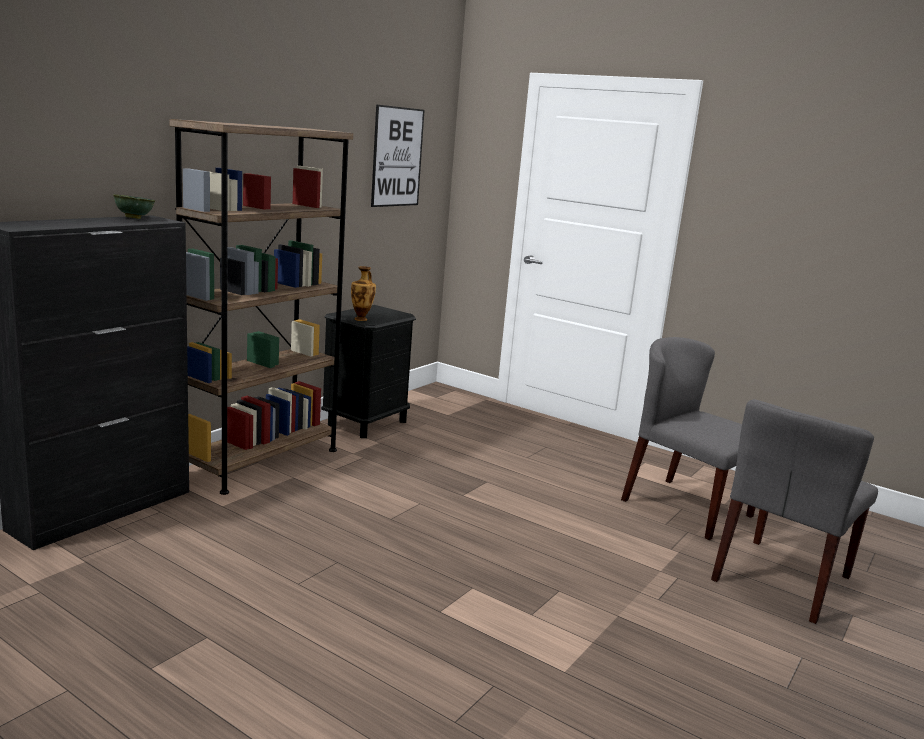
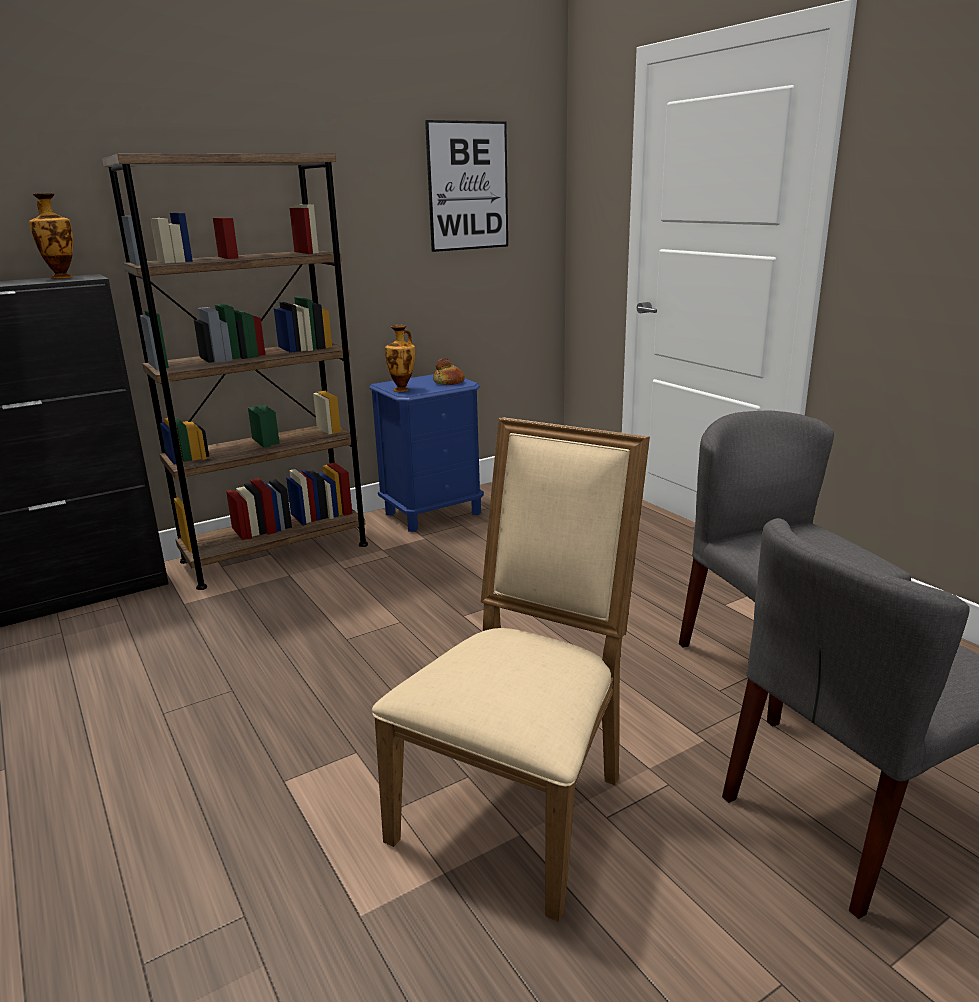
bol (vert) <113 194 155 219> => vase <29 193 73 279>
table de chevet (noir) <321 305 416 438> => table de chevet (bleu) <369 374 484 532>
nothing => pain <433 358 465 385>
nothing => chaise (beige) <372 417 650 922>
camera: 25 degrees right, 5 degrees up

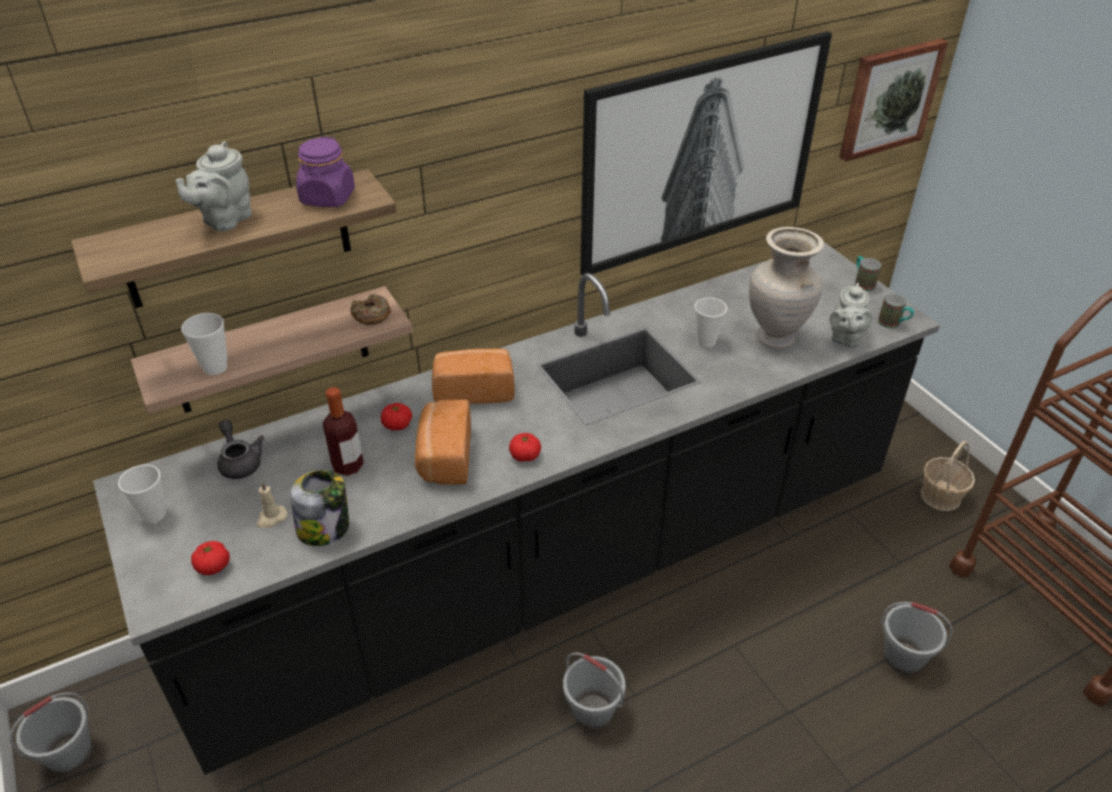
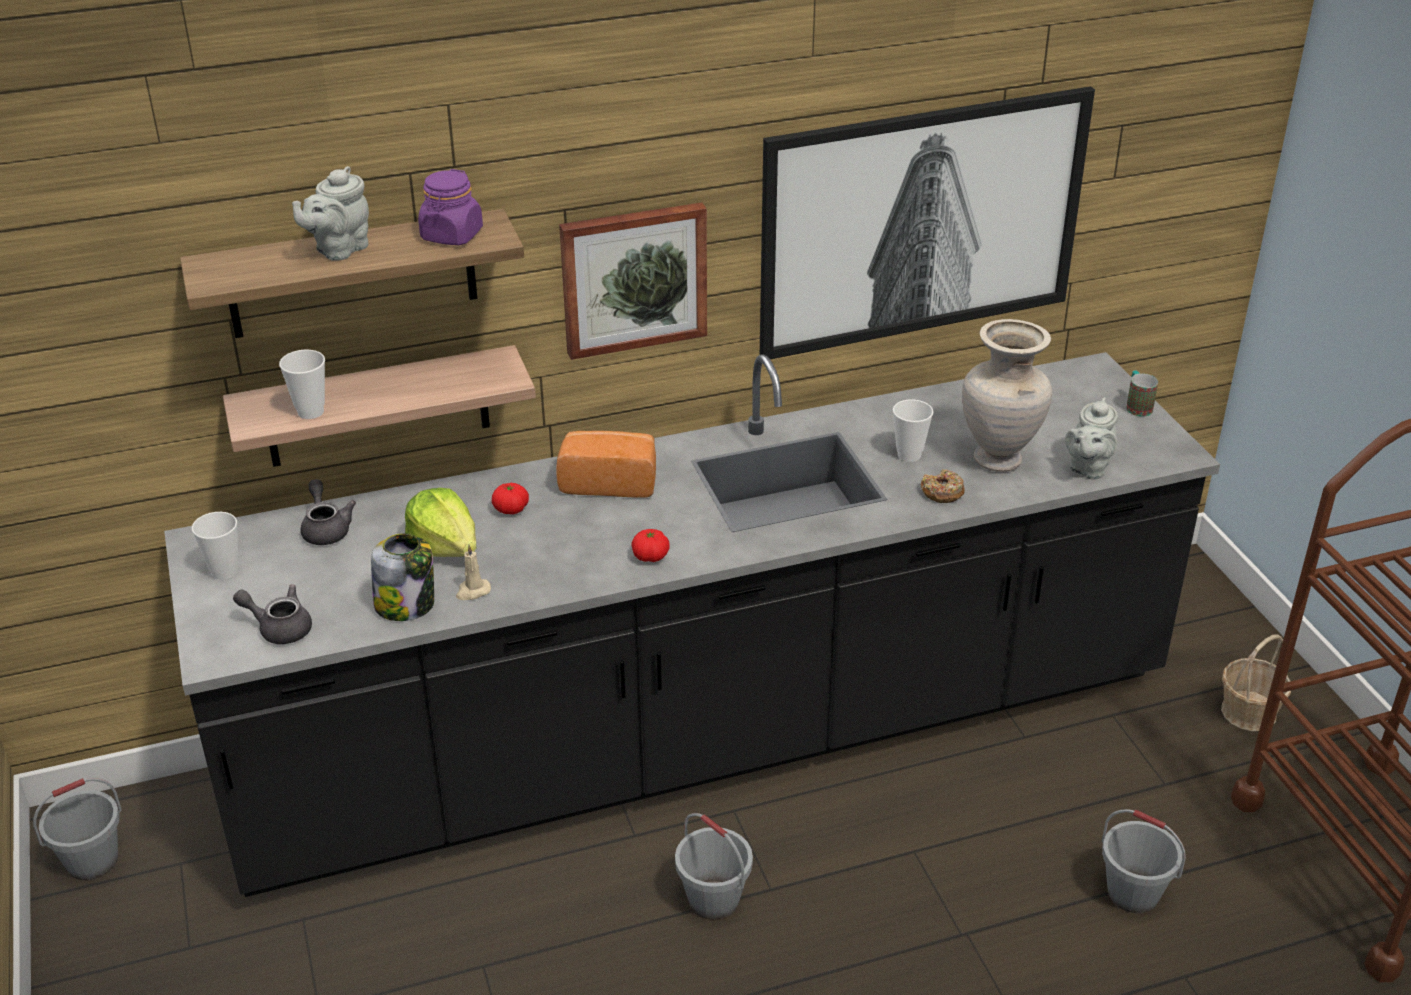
tableau <839 38 948 161> => tableau <559 202 707 360>, move
mug <878 293 914 328> => nothing
beignet <350 294 391 325> => beignet <921 469 965 503>, move
bouteille <323 387 364 476> => laitue <405 488 476 557>
pain <415 400 471 485> => nothing
bougie (beige) <256 482 287 528> => bougie (beige) <456 544 491 600>, move
tomate <191 541 230 575> => théière (gris) <233 584 312 644>
camera: 10 degrees right, 5 degrees down

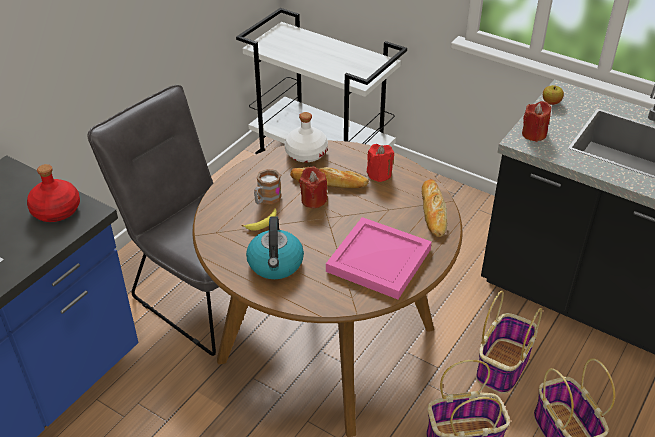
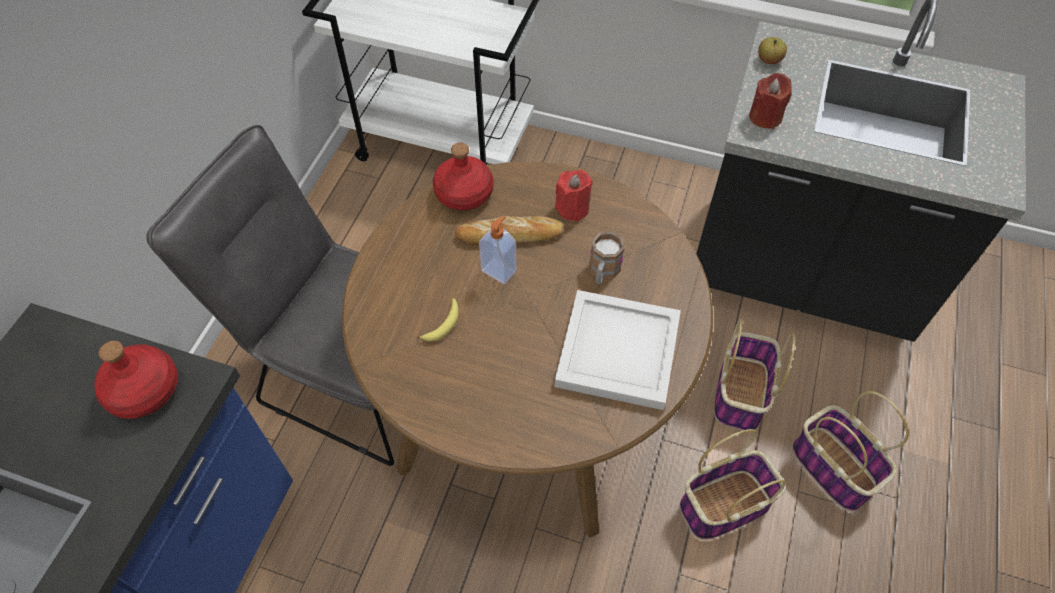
bouteille (blanc) <284 112 328 162> => bouteille (rouge) <433 143 493 211>
bougie (rouge) <299 166 327 208> => distributeur de savon <479 216 517 284>
mug <254 169 282 205> => mug <589 231 625 285>, move
pain <422 179 447 237> => nothing
bouilloire <246 216 304 279> => nothing
plateau (rose) <326 217 432 299> => plateau (blanc) <554 290 681 410>
camera: 15 degrees left, 15 degrees up

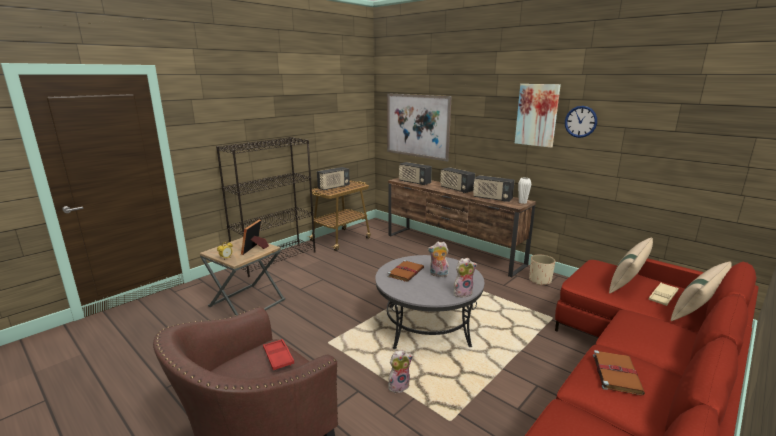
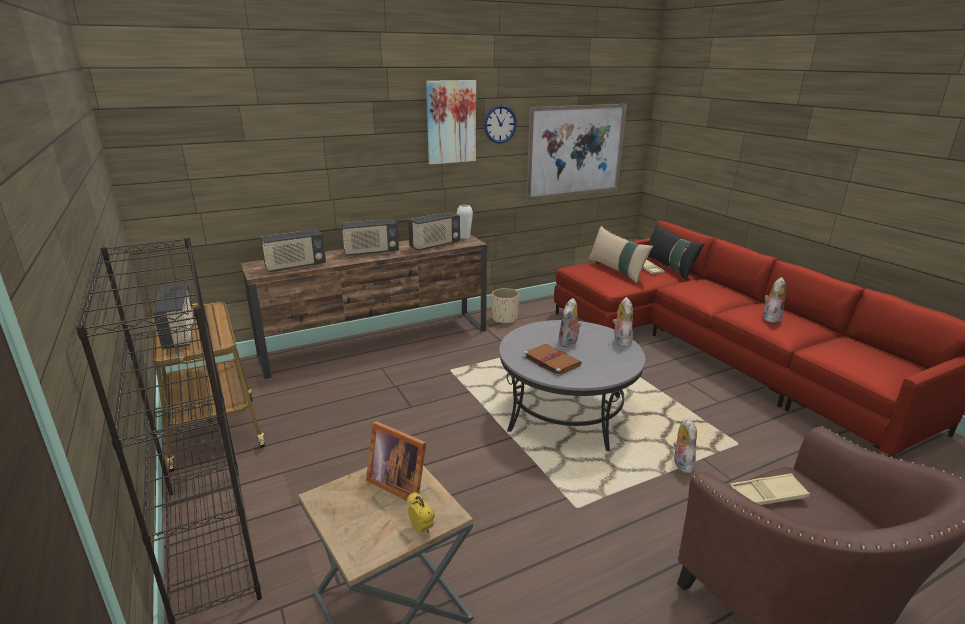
tableau <387 93 452 162> => tableau <526 104 627 200>, move
coussin (beige) <671 262 732 321> => coussin (noir) <648 223 704 280>
plateau (rouge) <263 339 294 370> => plateau (beige) <730 473 810 505>
livre (marron) <593 350 645 395> => peluche <764 277 786 322>
camera: 70 degrees left, 5 degrees up

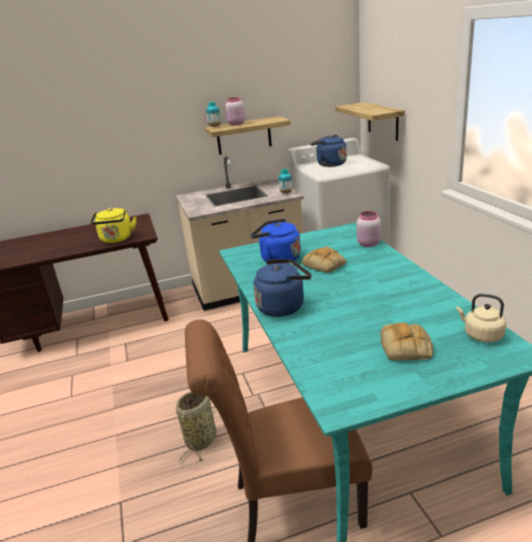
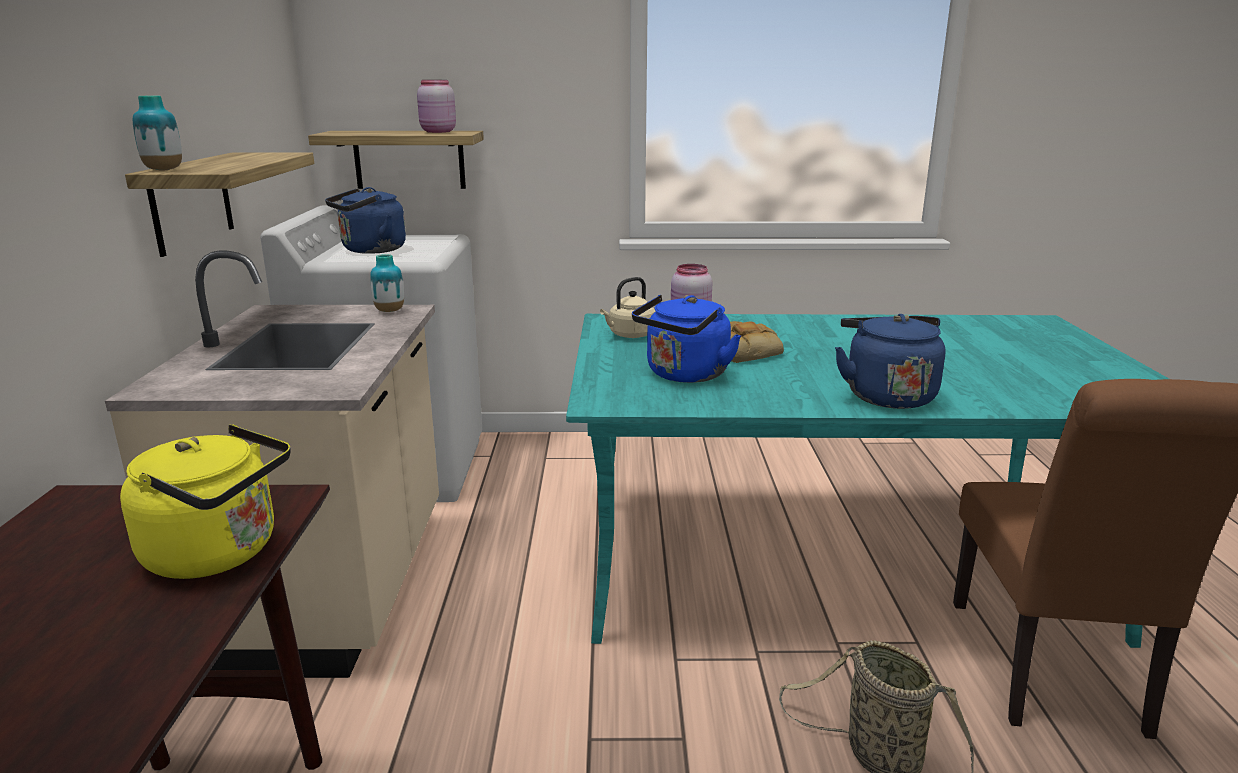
bocal (rose) <225 97 245 125> => bocal (rose) <417 80 456 133>, move
bouilloire (beige) <456 294 506 342> => bouilloire (beige) <600 277 656 338>, move
pain <380 323 433 361> => nothing
camera: 75 degrees left, 5 degrees down

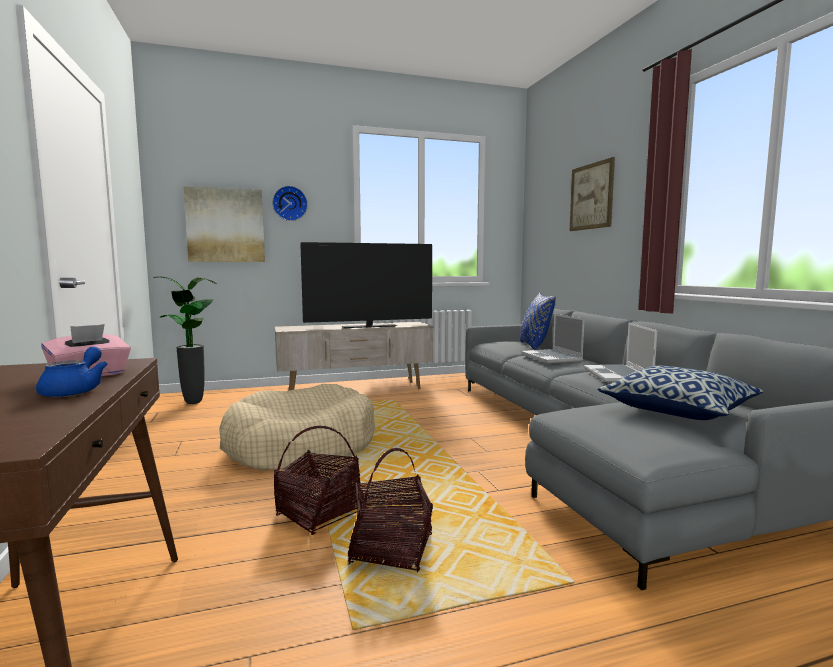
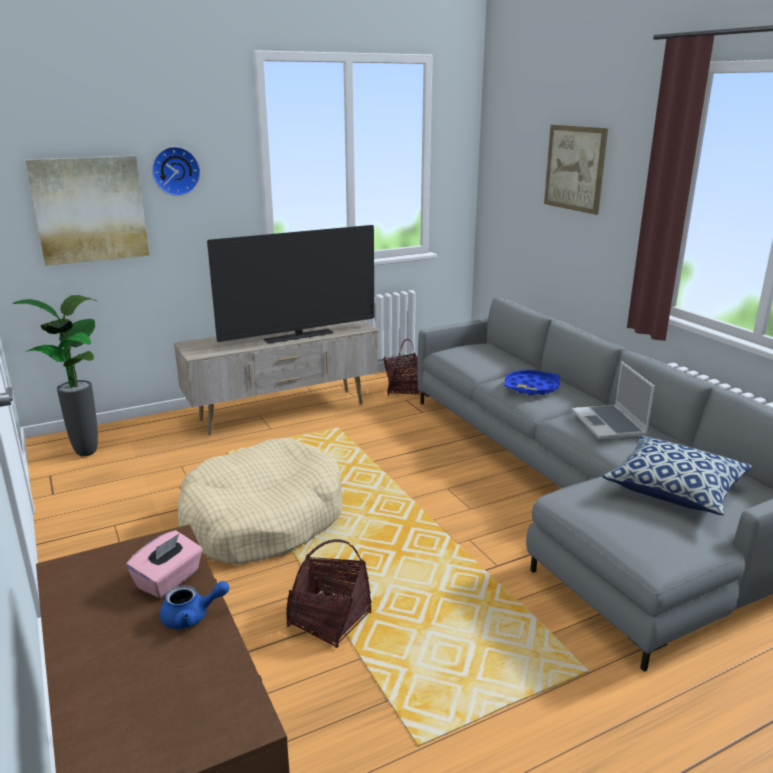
coussin (bleu) <520 292 556 350> => nothing
ordinateur portable <521 314 584 363> => plateau (bleu) <504 370 560 396>
théière (bleu) <36 347 108 397> => théière (bleu) <160 581 229 629>, 90 degrees clockwise
panier <348 448 433 572> => panier <383 339 421 396>, move
camera: 10 degrees left, 15 degrees up

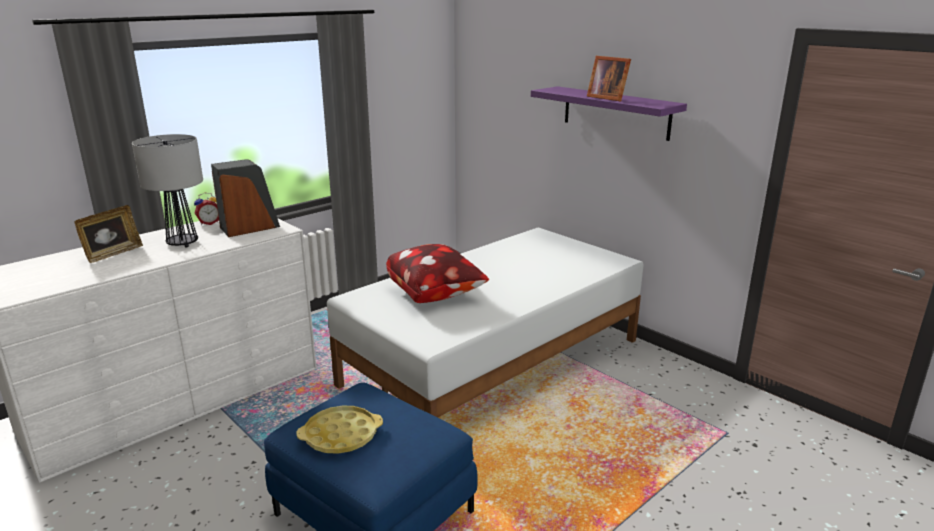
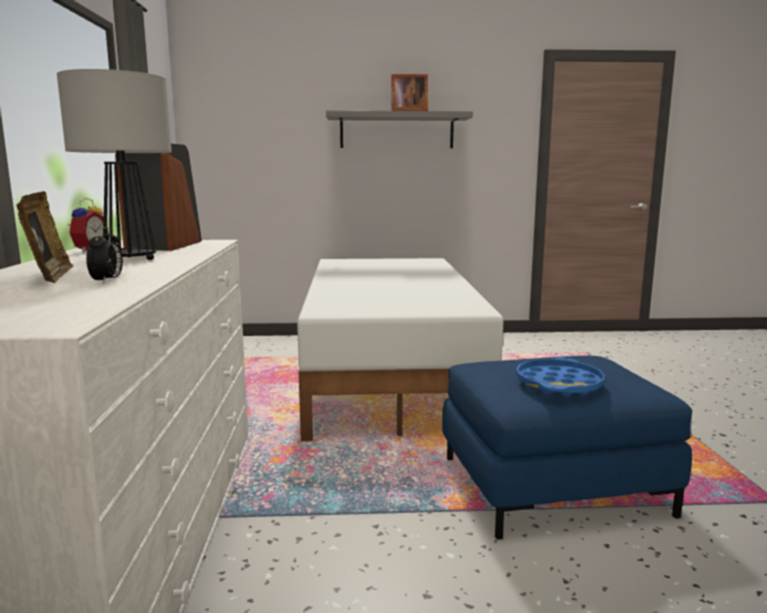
étagère (violet) <531 86 687 141> => étagère (gris) <326 110 473 148>
coussin <386 244 489 303> => nothing
plateau (jaune) <296 406 383 454> => plateau (bleu) <516 357 605 396>
nothing => réveil <86 227 123 284>
camera: 50 degrees left, 10 degrees down

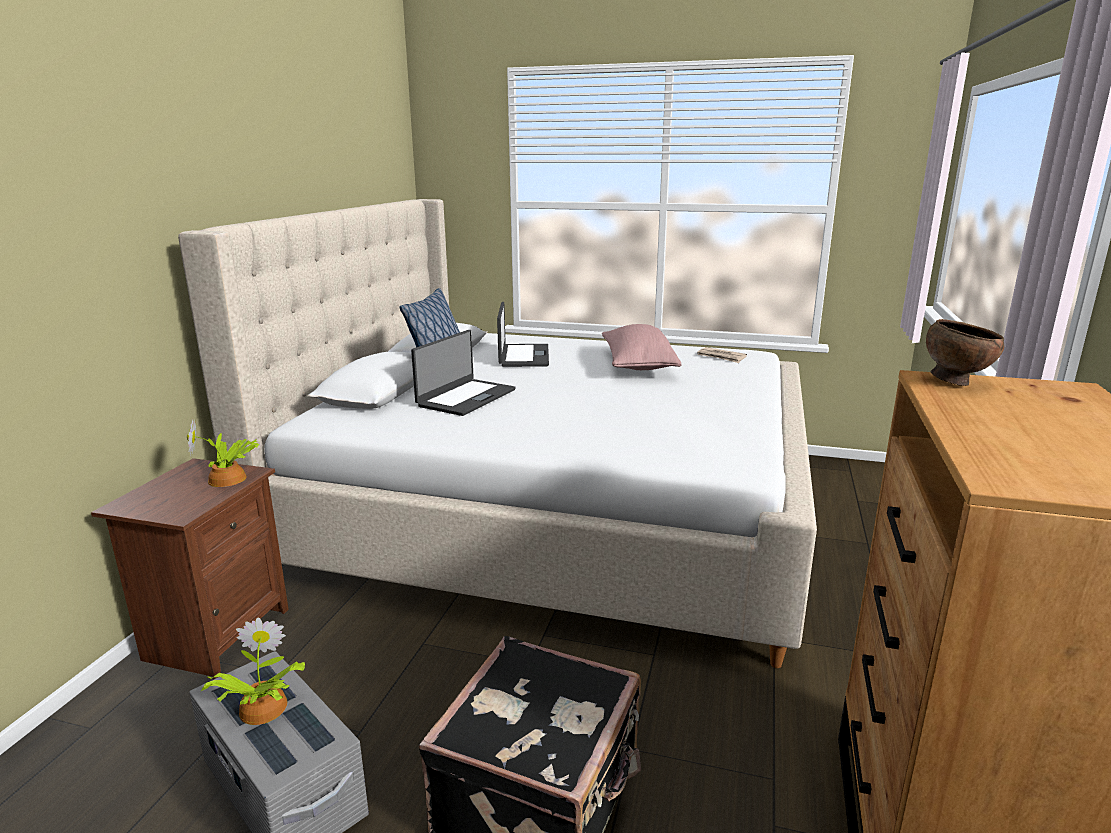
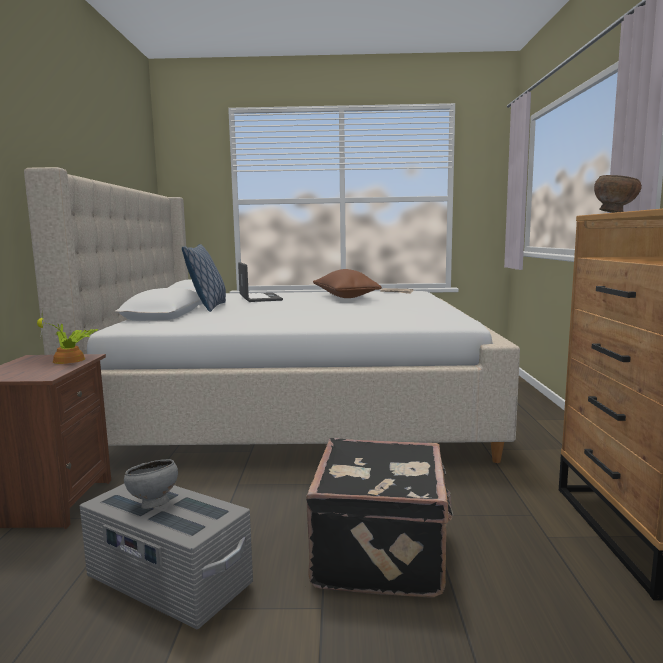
coussin (rose) <602 324 682 370> => coussin (marron) <313 269 382 298>
ordinateur portable <411 330 516 416> => nothing
plante en pot <201 617 305 725> => bol (gris) <124 459 178 509>
camera: 15 degrees left, 10 degrees down

